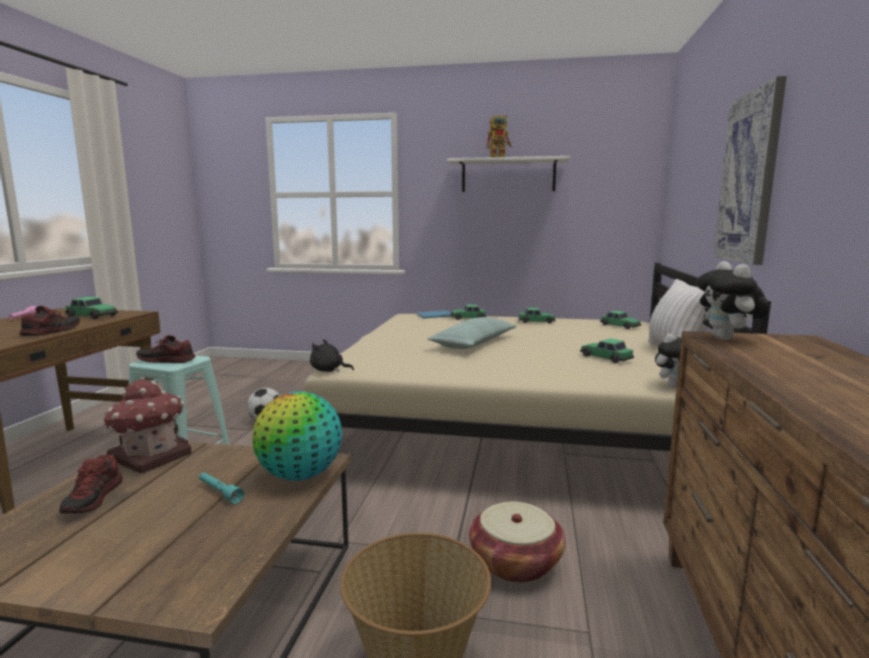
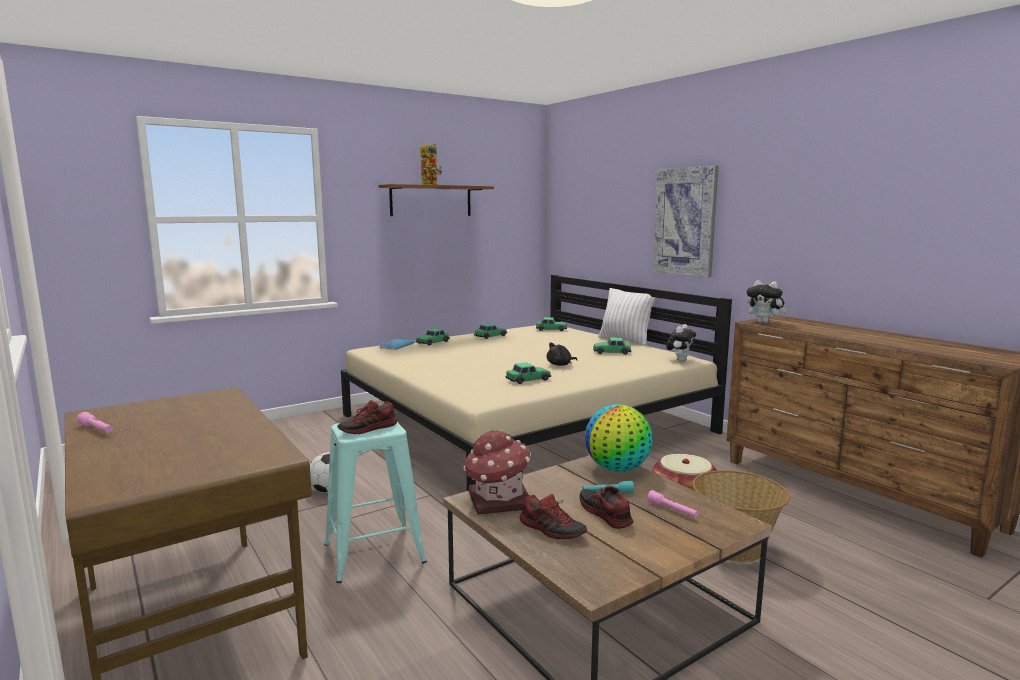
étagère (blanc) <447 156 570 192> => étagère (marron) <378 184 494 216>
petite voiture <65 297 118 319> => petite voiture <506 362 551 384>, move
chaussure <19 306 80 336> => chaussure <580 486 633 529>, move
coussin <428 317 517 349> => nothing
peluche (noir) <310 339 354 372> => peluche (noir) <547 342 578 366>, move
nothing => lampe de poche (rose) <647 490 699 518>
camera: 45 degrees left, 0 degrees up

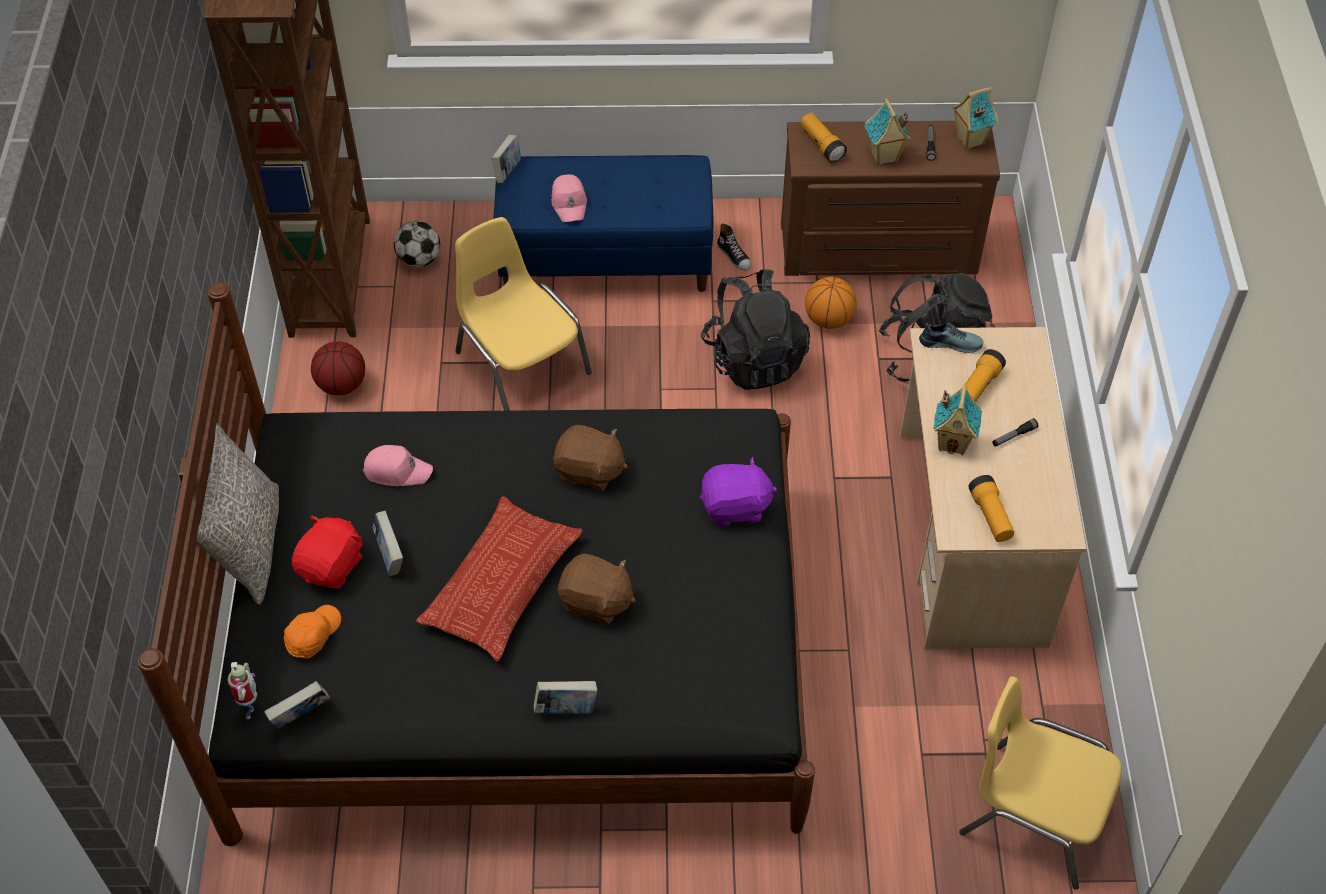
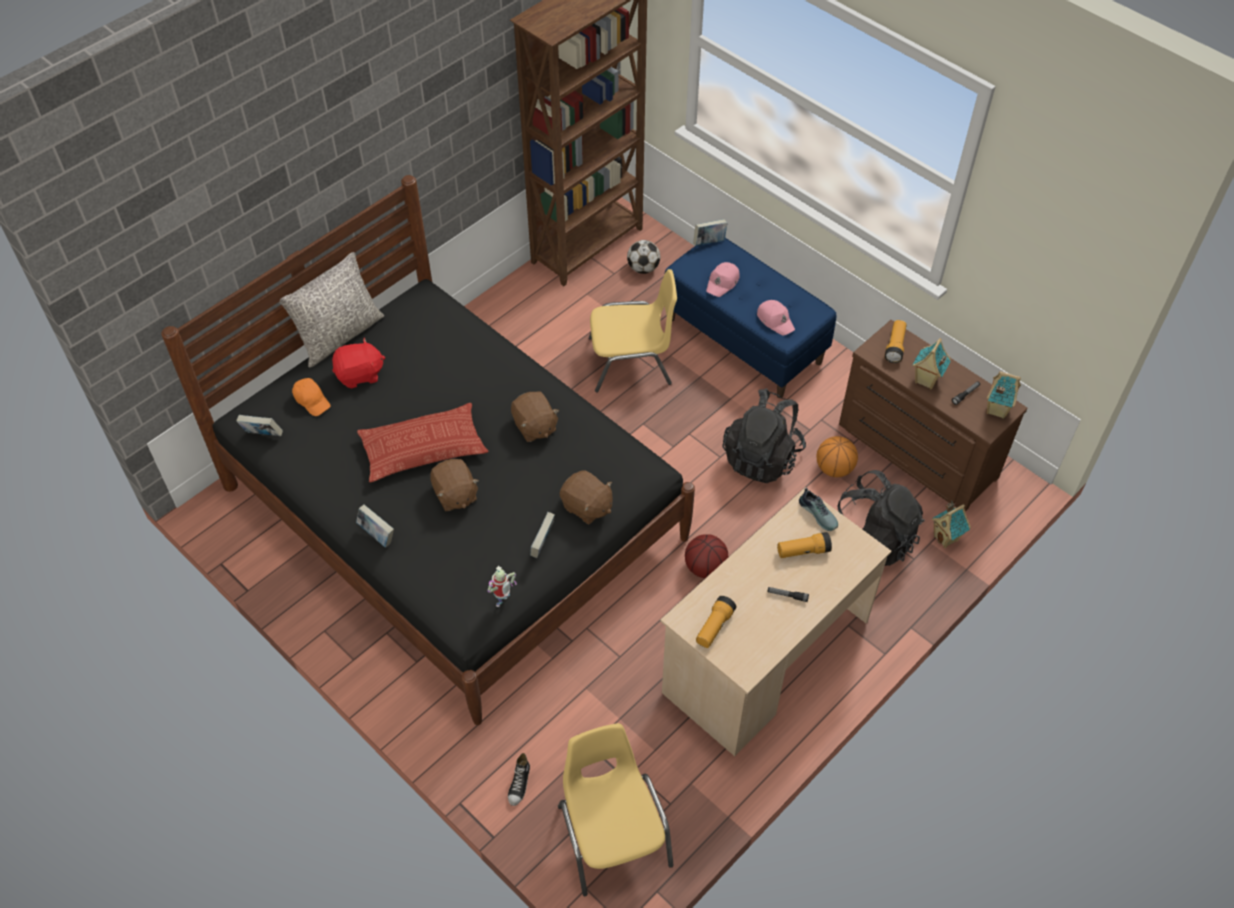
chaise (jaune) <455 217 592 411> => chaise (jaune) <589 269 677 393>, 75 degrees clockwise
chaussure <717 223 751 270> => chaussure <508 753 530 806>, move
ballon de basket <311 342 365 395> => ballon de basket <685 534 728 578>, move
maison miniature <933 385 982 455> => maison miniature <932 501 971 548>, move
casquette (rose) <363 445 433 486> => casquette (rose) <757 300 795 335>, move
peluche (violet) <700 457 777 526> => peluche (marron) <560 470 612 525>
livre <373 511 403 576> => livre <530 512 555 558>, move
casquette (orange) <284 605 341 659> => casquette (orange) <292 378 331 416>, 60 degrees clockwise
robot jouet <228 662 257 719> => robot jouet <488 566 517 607>, move
camera: 45 degrees right, 0 degrees up

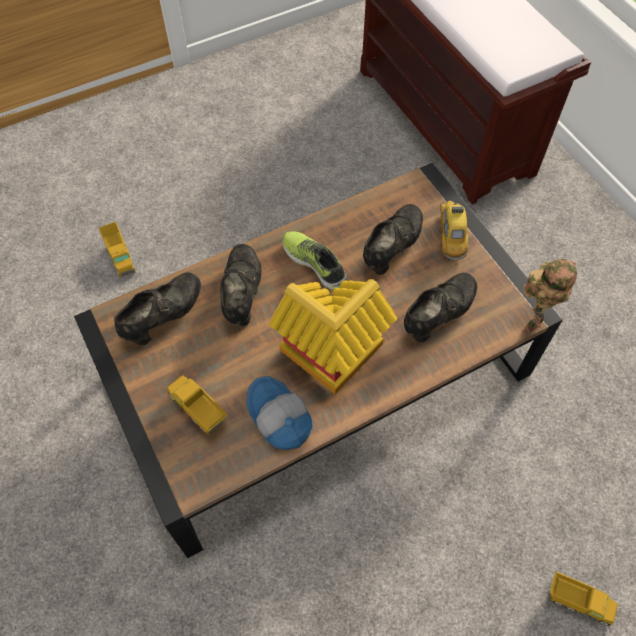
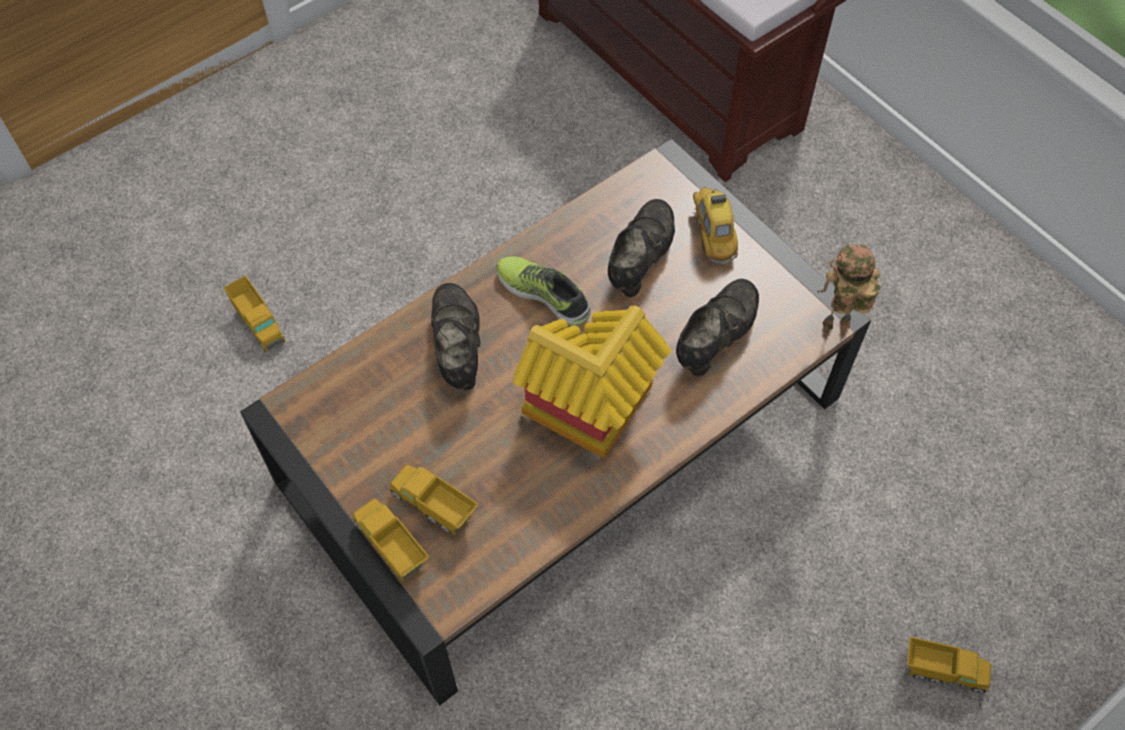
robot jouet <523 259 577 332> => robot jouet <818 244 881 330>, 135 degrees counterclockwise
chaussure (noir) <114 272 201 346> => nothing
casquette <246 376 312 450> => nothing
nothing => camion jouet <353 499 429 581>
camera: 10 degrees left, 0 degrees up

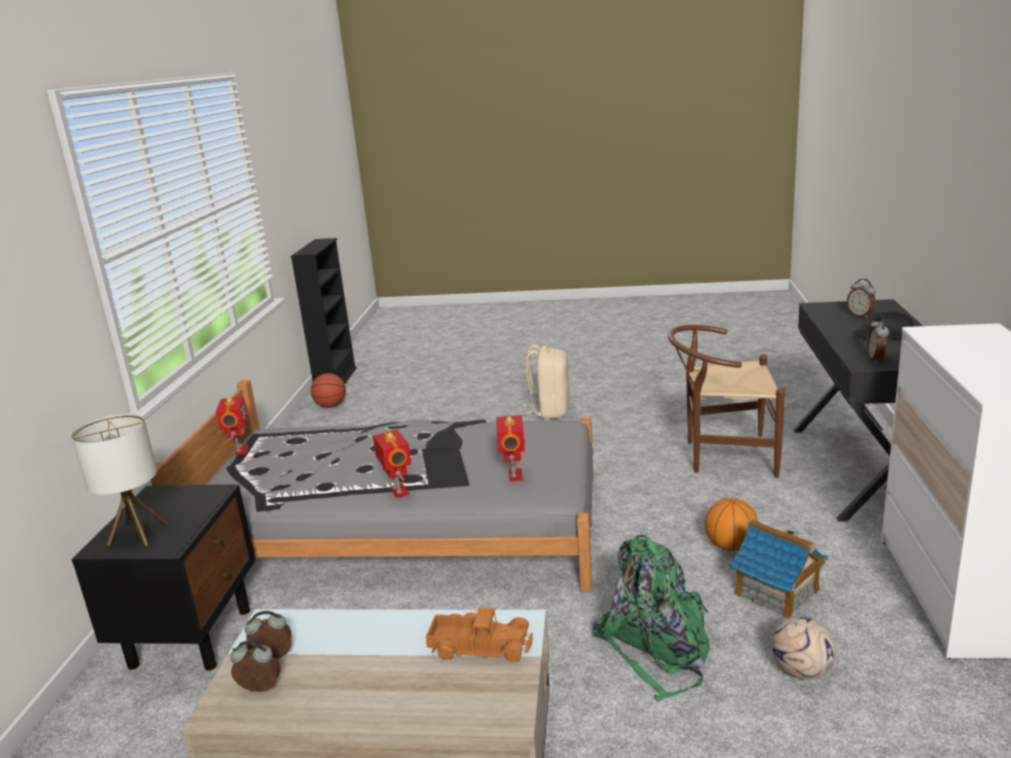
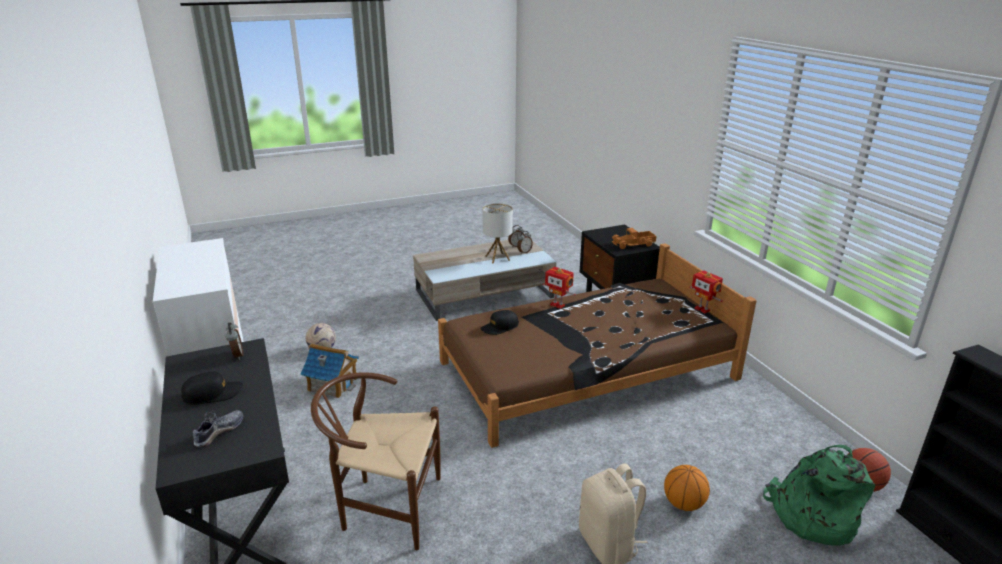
réveil <847 279 876 318> => chaussure <193 410 243 447>
chaise (marron) <668 325 785 478> => chaise (marron) <311 372 441 550>, 150 degrees counterclockwise
lit (gris) <151 380 594 591> => lit (marron) <438 243 757 448>
lampe de table <71 414 168 546> => lampe de table <482 203 513 264>, move
robot jouet <497 415 525 481> => casquette (noir) <480 310 519 335>
ballon de basket <705 498 758 551> => ballon de basket <664 465 710 511>, move
sac à dos (vert) <592 534 709 701> => sac à dos (vert) <763 445 875 546>, move
camion jouet <426 607 533 662> => camion jouet <612 228 656 249>, move
camera: 150 degrees right, 5 degrees up

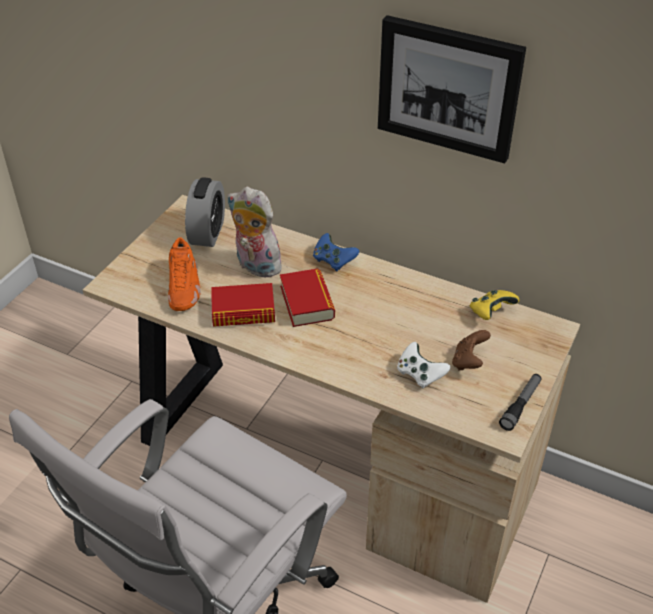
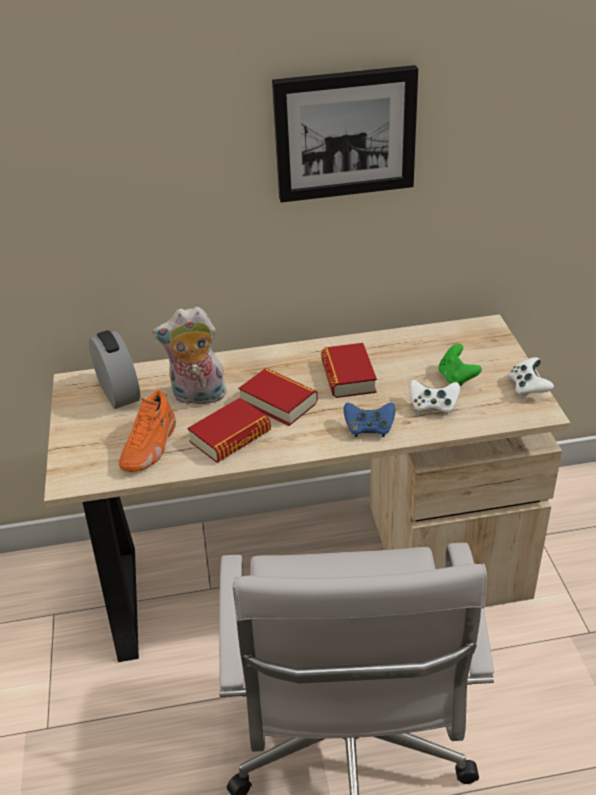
manette (bleu) <313 233 359 272> => manette (bleu) <344 403 395 437>, move
chaussure (orange) <168 237 201 311> => chaussure (orange) <119 390 176 472>, 60 degrees clockwise
manette (jaune) <469 290 520 320> => nothing
manette (marron) <452 330 491 371> => manette (vert) <438 344 482 386>
lampe de poche <499 374 542 431> => manette (blanc) <509 357 554 397>
nothing => livre <321 343 377 398>
camera: 35 degrees left, 5 degrees down

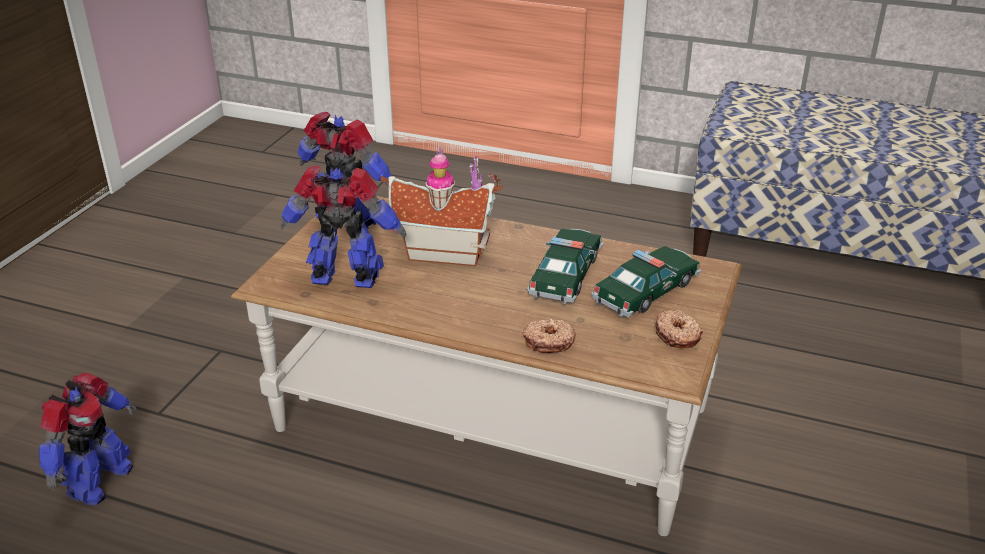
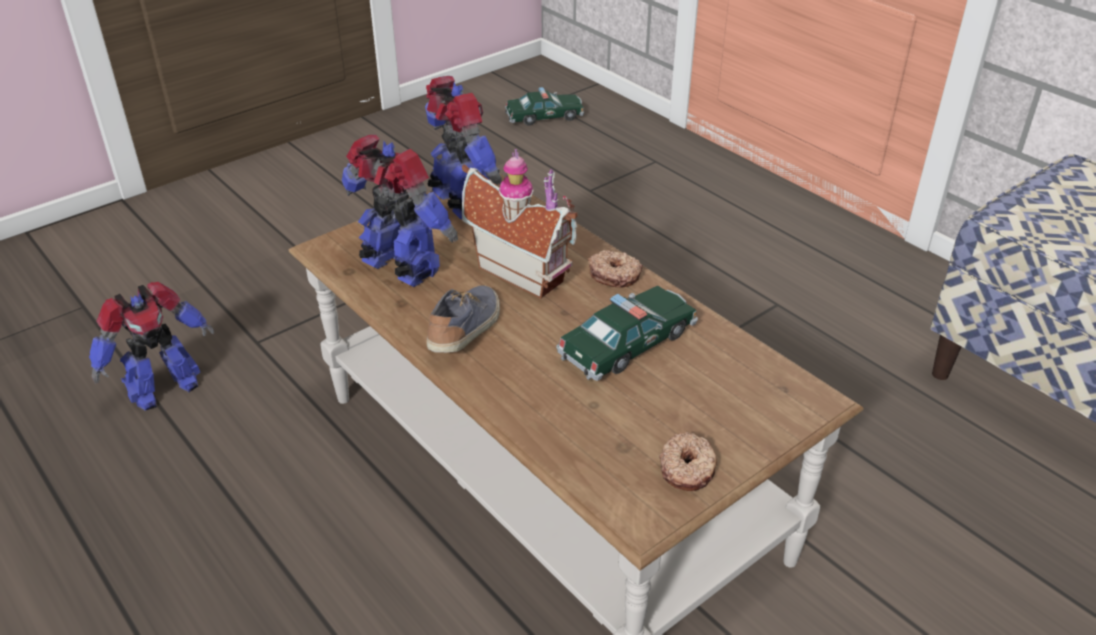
petite voiture <591 246 701 317> => petite voiture <505 87 584 125>, move
beignet <522 318 576 353> => beignet <588 250 643 288>, move
nothing => chaussure <427 285 500 353>
camera: 30 degrees right, 5 degrees up

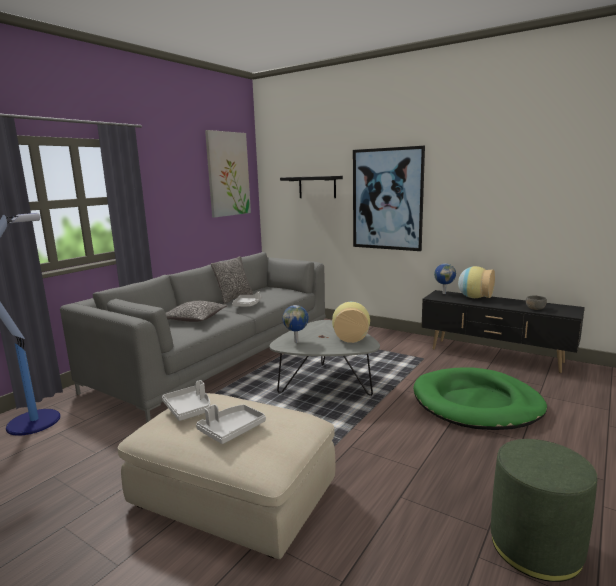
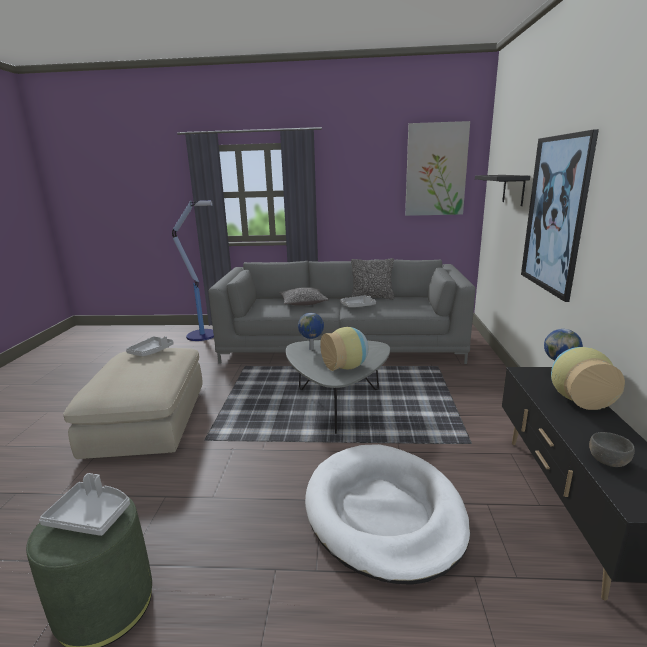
panier pour chien (vert) <413 367 547 430> => panier pour chien (blanc) <305 444 470 585>
plateau (gris) <196 404 266 444> => plateau (gris) <39 473 130 536>, move
camera: 60 degrees right, 5 degrees up

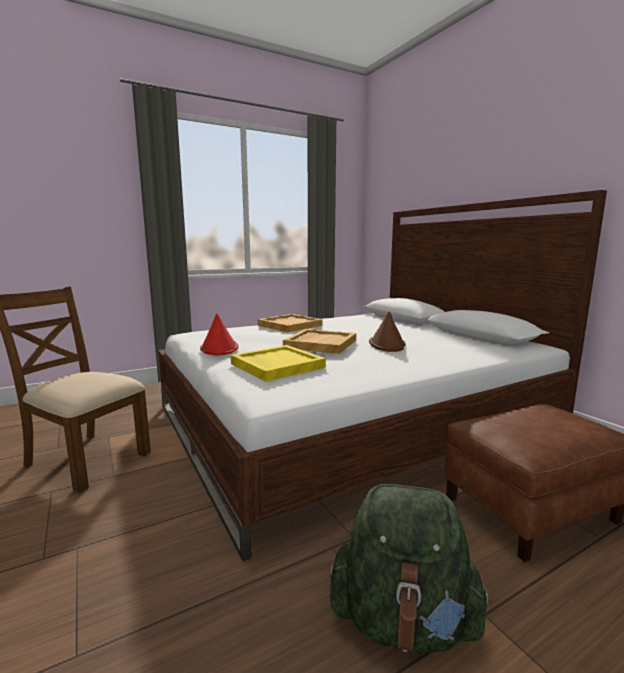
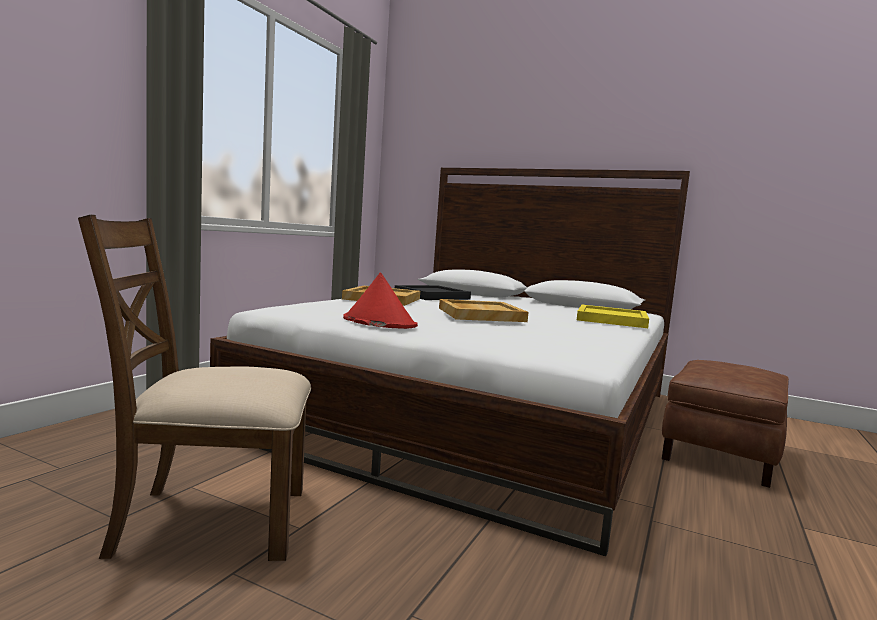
chapeau (marron) <369 311 406 352> => nothing
plateau (jaune) <231 345 326 382> => plateau (jaune) <577 305 649 328>, move
sac à dos (vert) <330 484 492 652> => nothing
nothing => plateau (noir) <395 285 471 300>
camera: 35 degrees left, 5 degrees down

